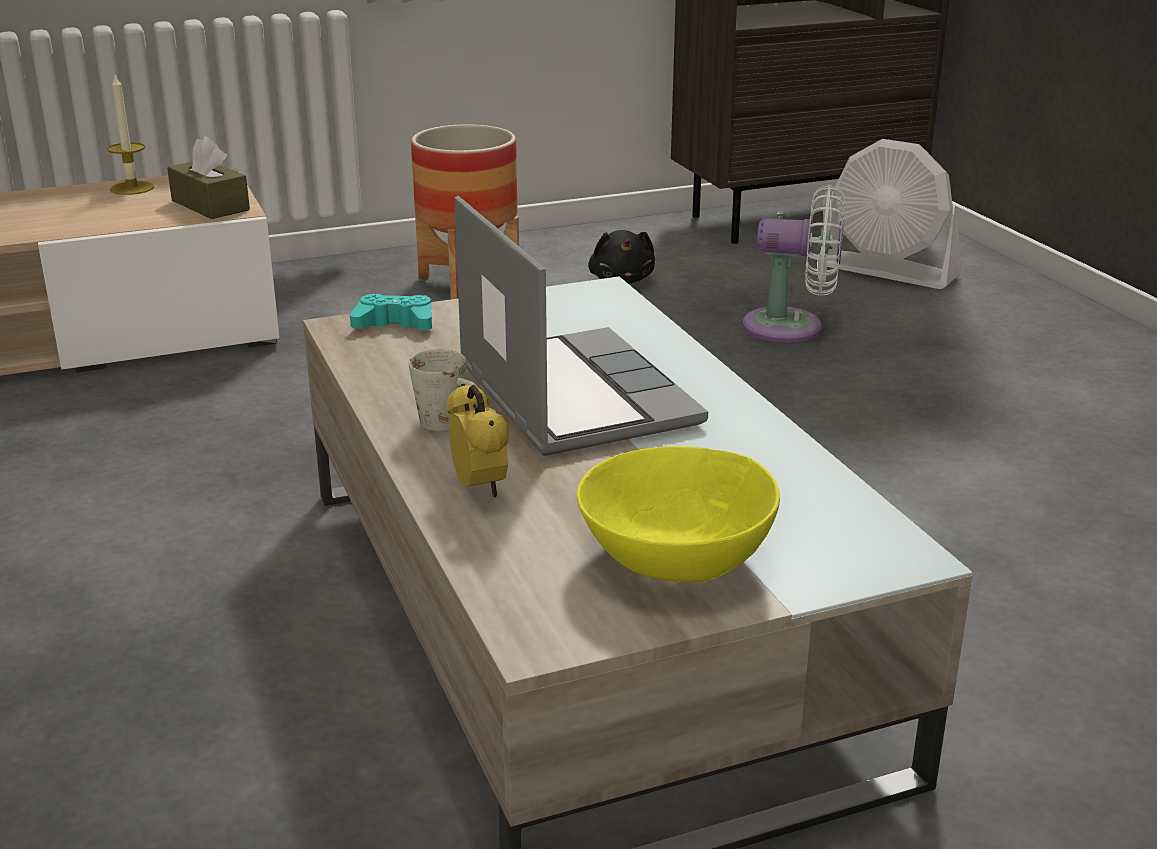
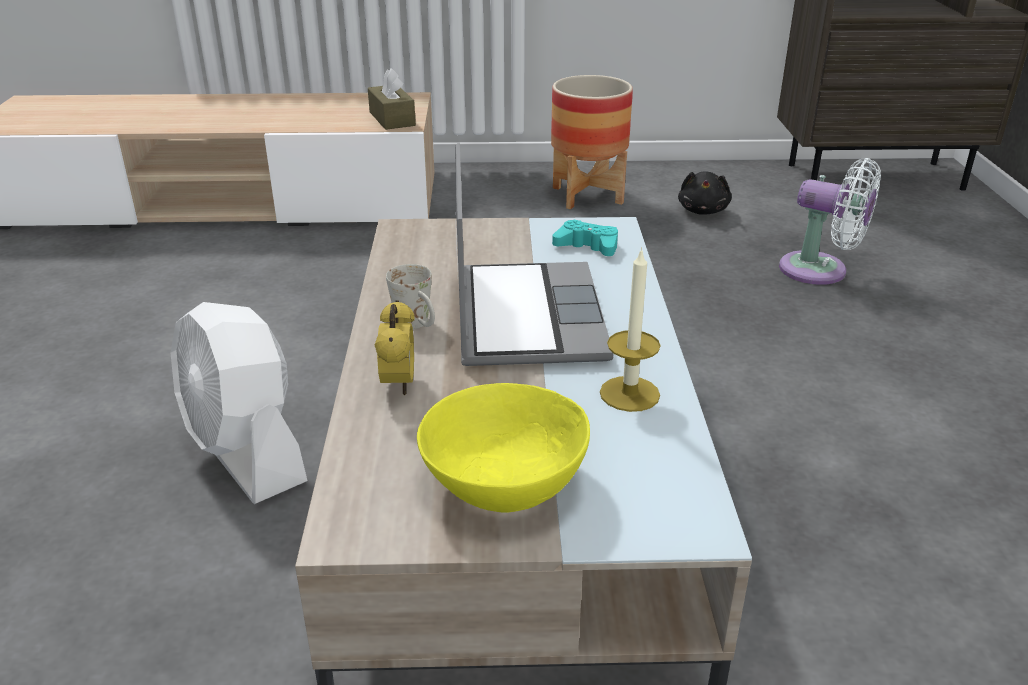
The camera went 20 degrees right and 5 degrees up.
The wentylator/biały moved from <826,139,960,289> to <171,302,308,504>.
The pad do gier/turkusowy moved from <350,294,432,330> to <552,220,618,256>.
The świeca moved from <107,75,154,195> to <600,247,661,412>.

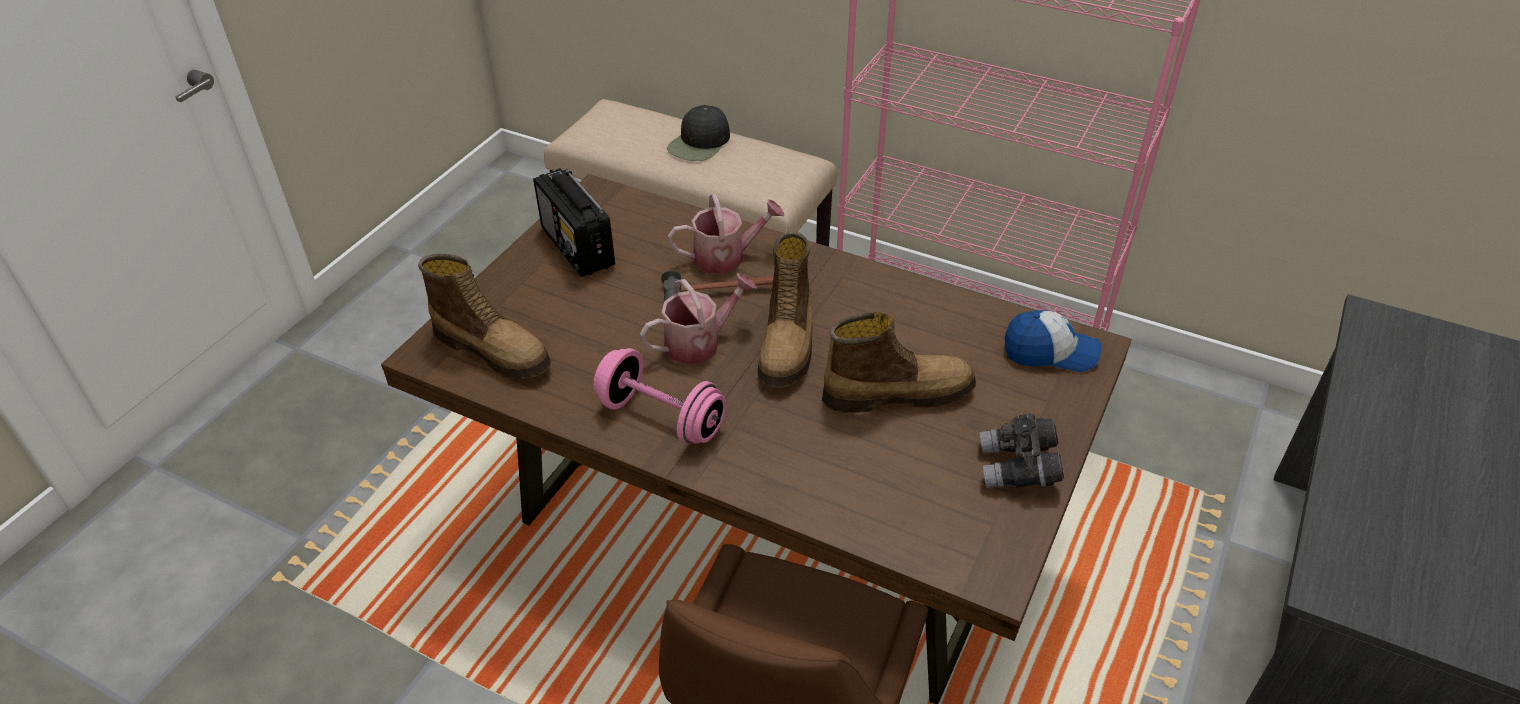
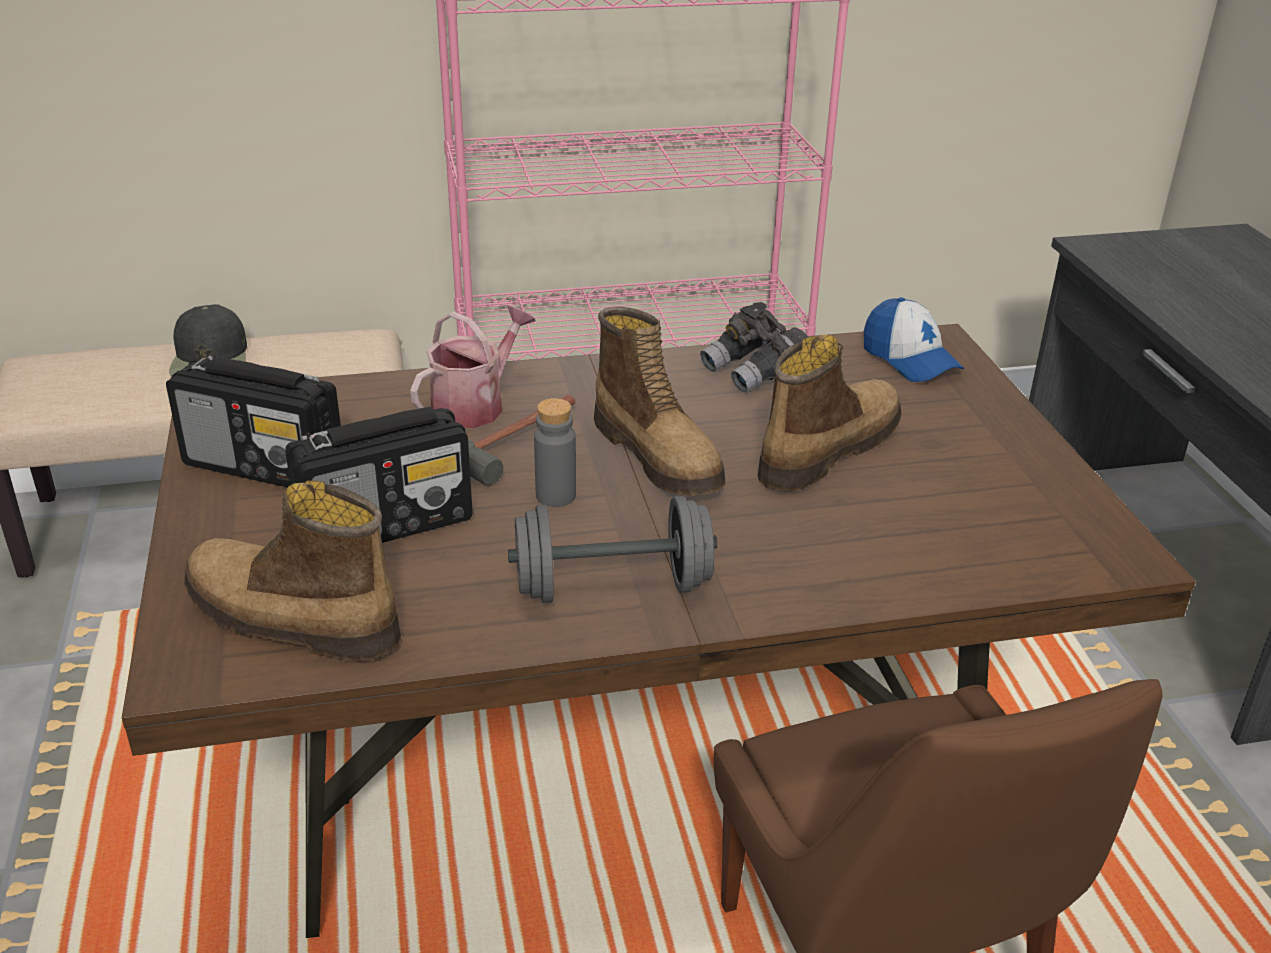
The camera went 40 degrees left and 10 degrees down.
The but z cholewką at <418,254,551,379> turned 150 degrees counterclockwise.
The radio at <285,407,473,543> appeared.
The hantel/różowy at <593,348,726,444> became the hantel/szary at <508,496,717,603>.
The konewka at <640,273,757,365> was replaced by the butelka/szary at <534,398,576,507>.
The lornetka/szary moved from <980,414,1064,488> to <700,302,808,393>.
The czapka z daszkiem at <1004,310,1101,372> turned 90 degrees clockwise.

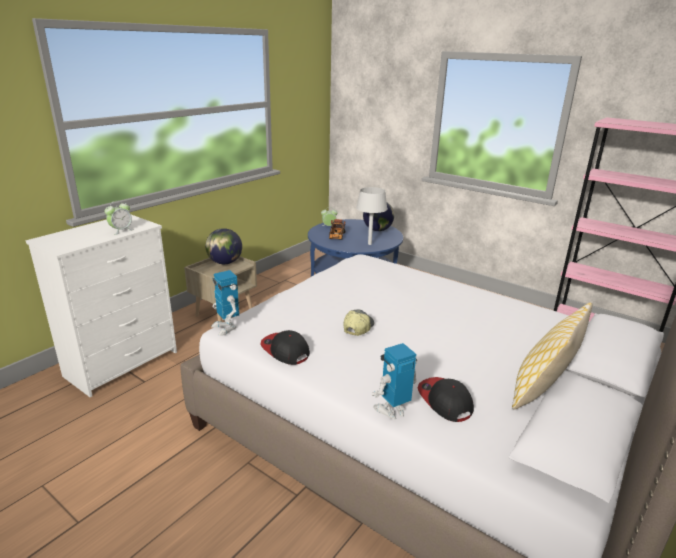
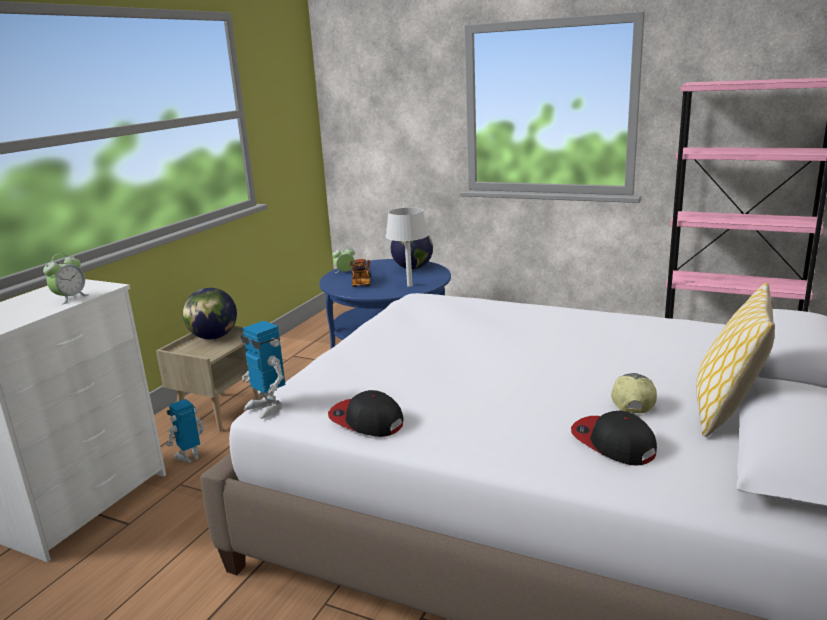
The camera went 10 degrees left and 5 degrees down.
The robot zabawkowy moved from <371,343,417,420> to <166,399,205,463>.
The czapka z daszkiem moved from <344,310,374,336> to <611,373,657,413>.

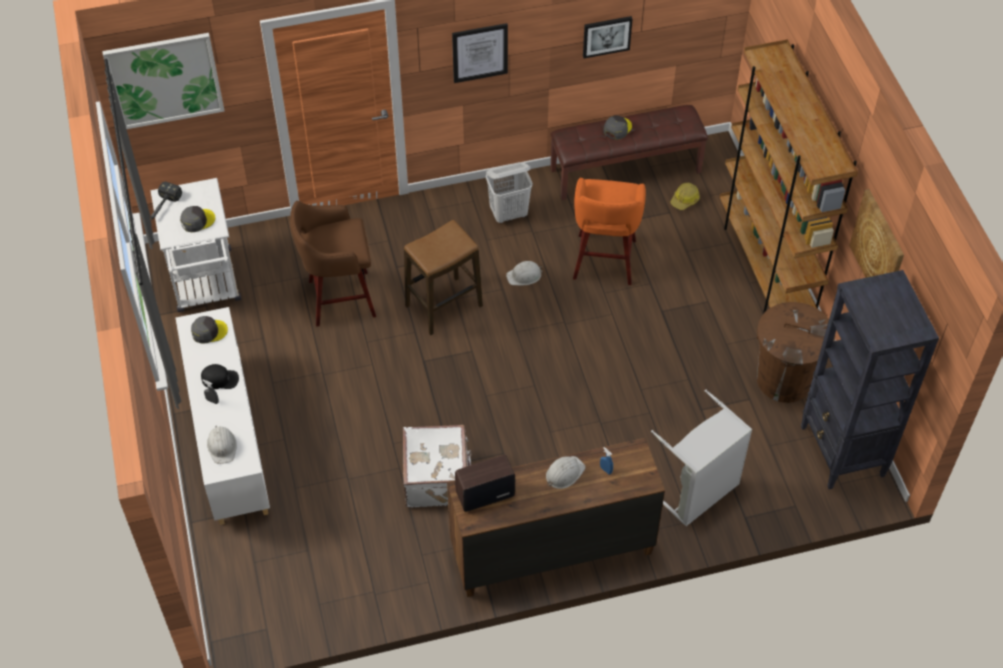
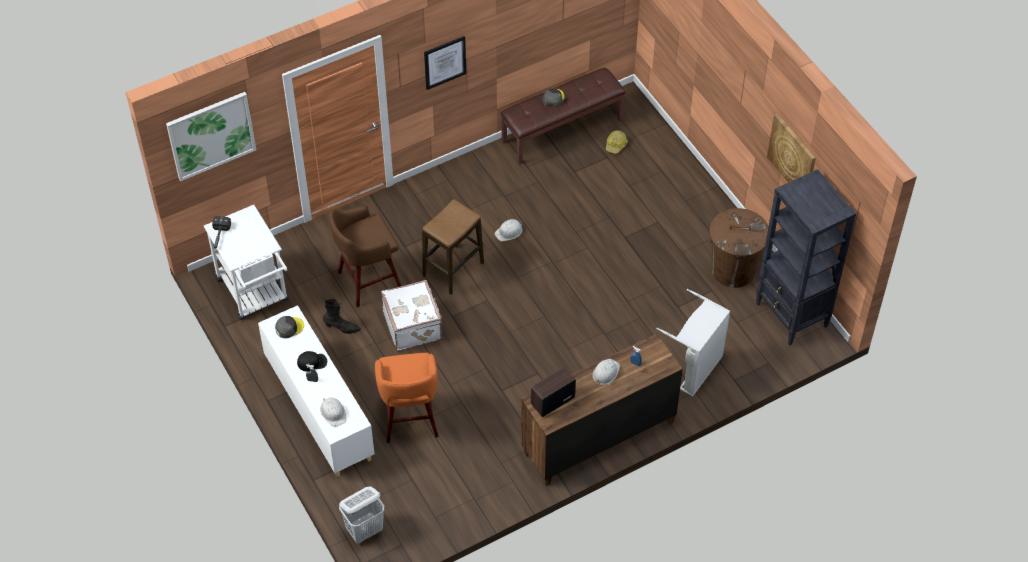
The camera went 15 degrees left and 0 degrees up.
The but z cholewką/czarny at <323,298,361,334> appeared.
The kosz na pranie/biały moved from <486,162,533,223> to <339,487,384,544>.
The stołek/pomarańczowy moved from <573,177,646,285> to <375,353,439,443>.
The walizka/biały moved from <403,425,472,508> to <381,280,442,351>.
The czapka z daszkiem/szary at <180,206,215,232> disappeared.
The obraz at <583,16,633,58> disappeared.
The regał/brązowy at <719,39,858,314> disappeared.

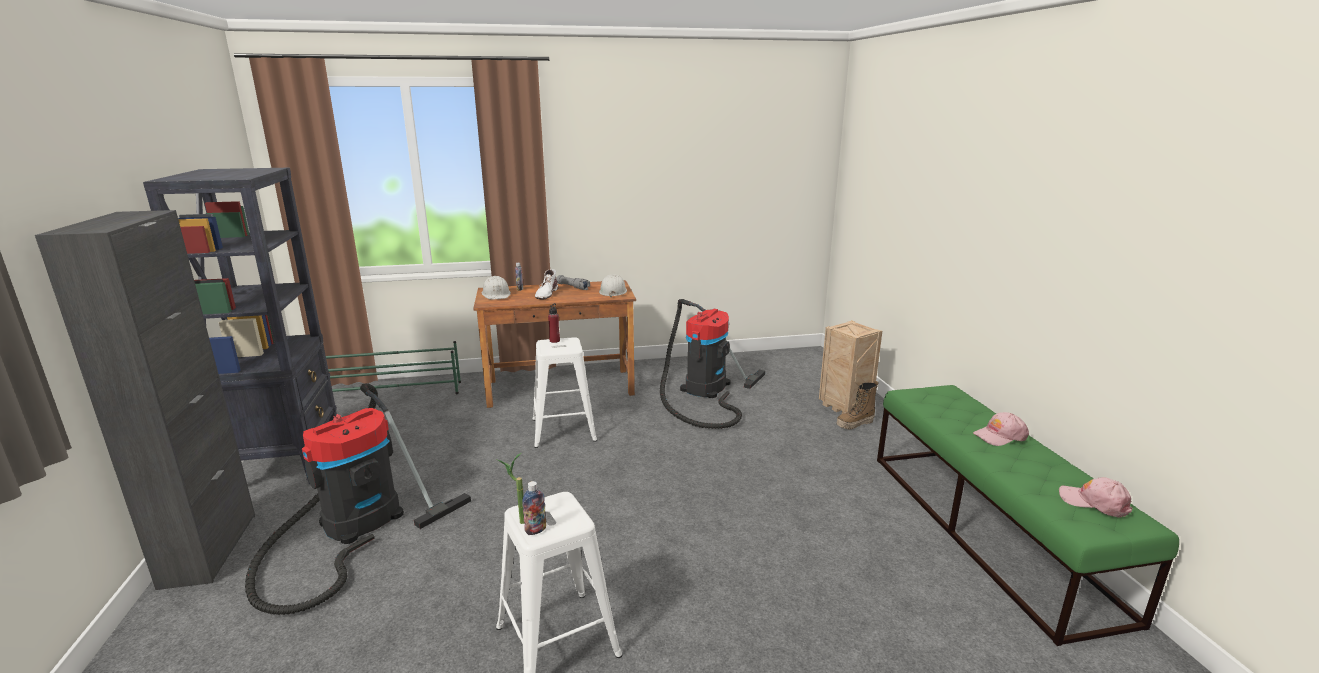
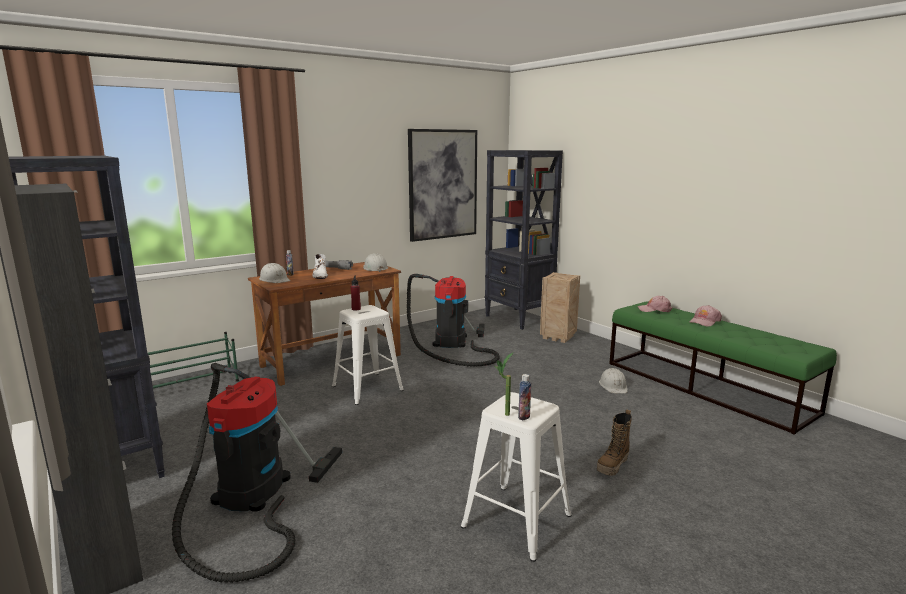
The camera went 25 degrees left and 5 degrees down.
The obraz at <408,129,477,242> appeared.
The regał/czarny at <485,150,563,330> appeared.
The but z cholewką moved from <836,380,878,429> to <597,409,632,476>.
The kask/biały at <599,368,628,394> appeared.
The czapka z daszkiem/różowy moved from <1059,477,1132,518> to <638,296,672,312>.

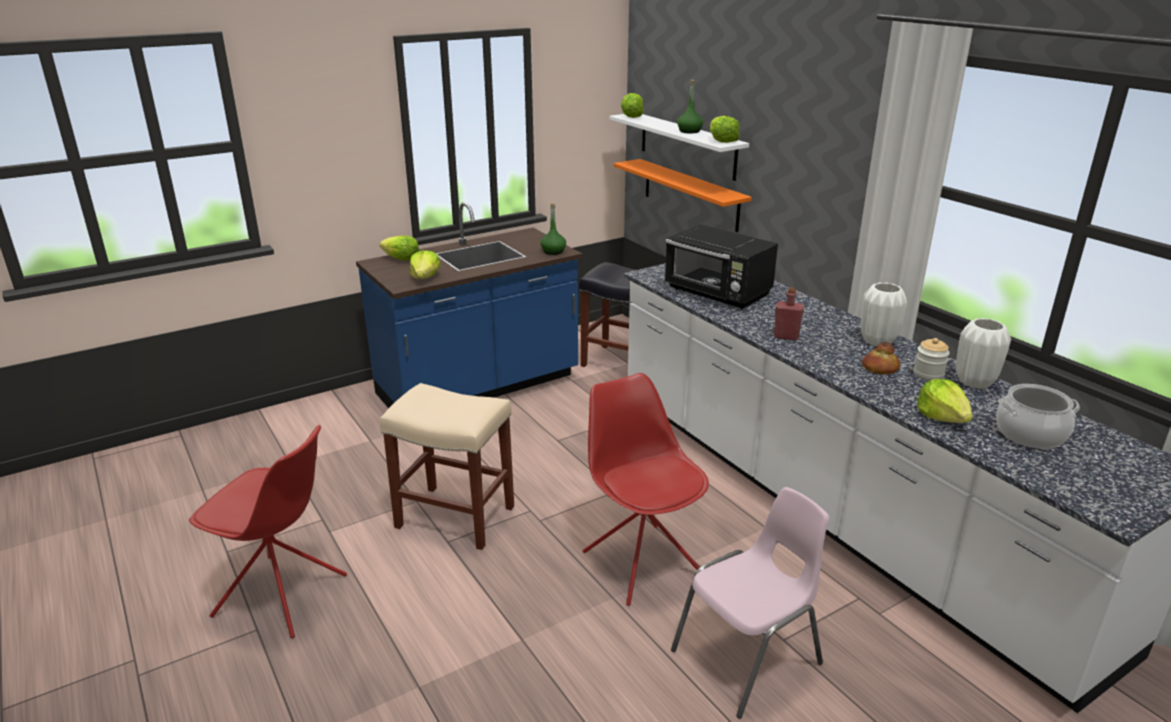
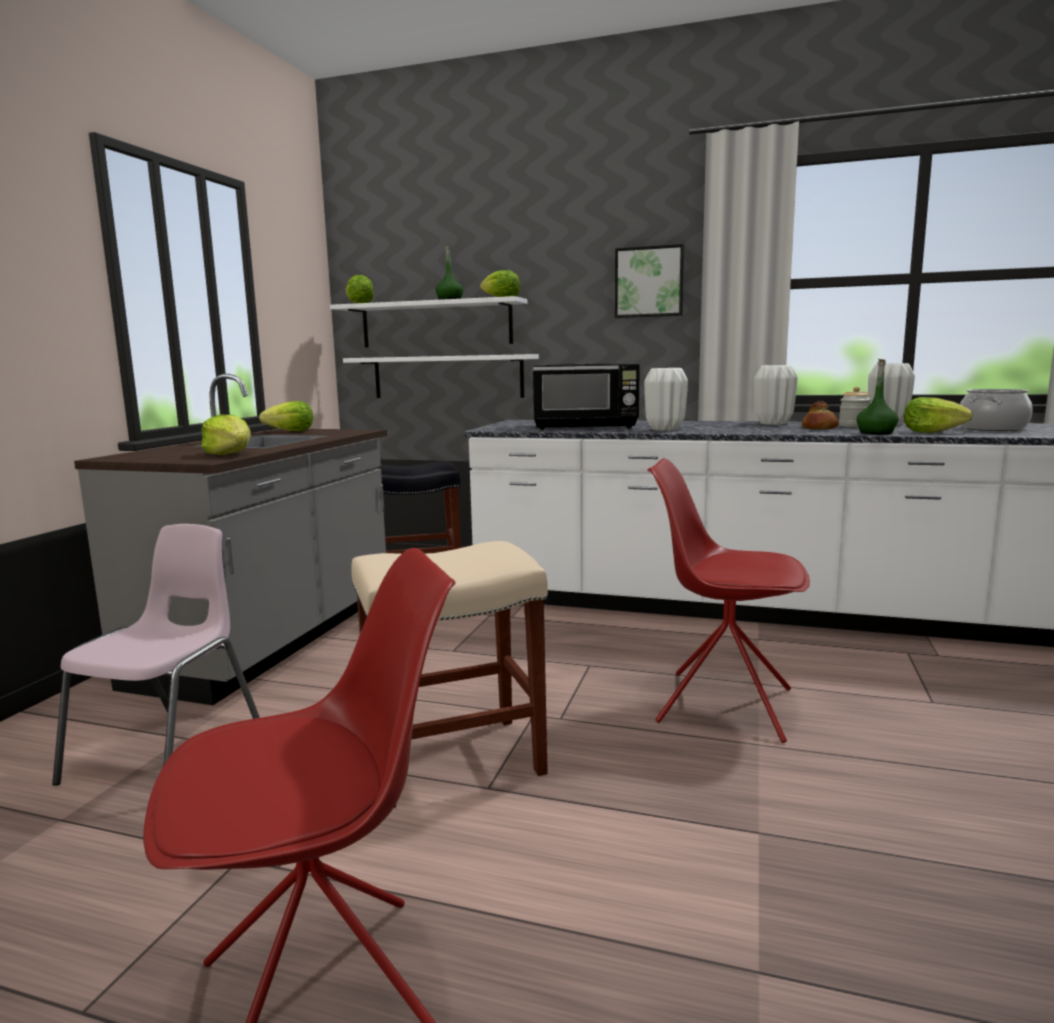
The camera went 40 degrees left and 15 degrees down.
The krzesło/różowy moved from <671,487,829,719> to <52,524,260,786>.
The zabudowa kuchenna/niebieski at <356,202,582,408> became the zabudowa kuchenna/szary at <74,374,387,705>.
The sałata moved from <379,235,419,261> to <259,401,313,431>.
The półka/pomarańczowy at <614,159,752,232> became the półka/biały at <343,354,539,398>.
The obraz at <615,244,684,318> appeared.
The wazon/biały at <644,368,688,431> appeared.
The butelka/zielony moved from <540,203,566,255> to <856,359,899,435>.
The butelka/czerwony at <774,287,804,341> disappeared.

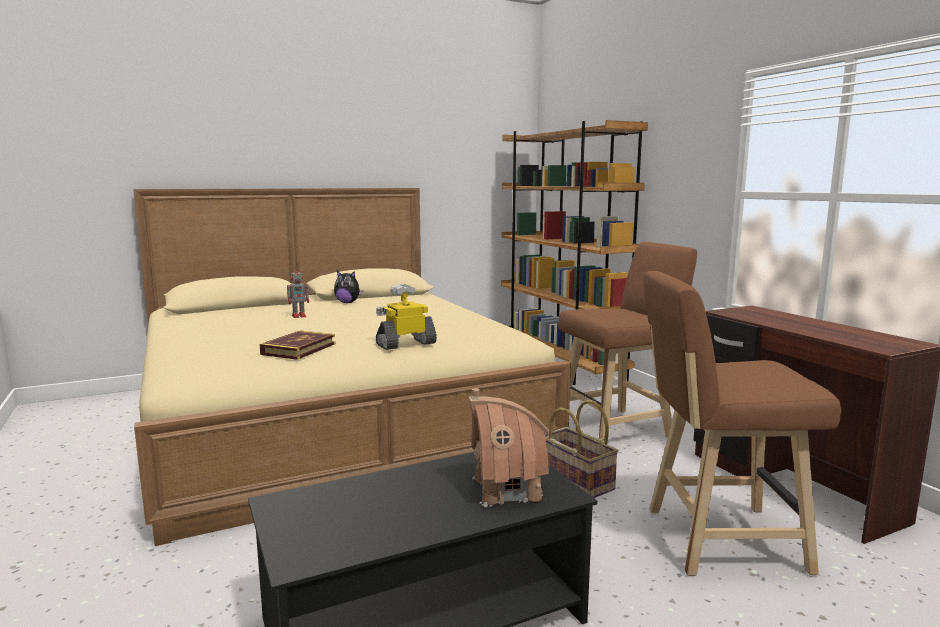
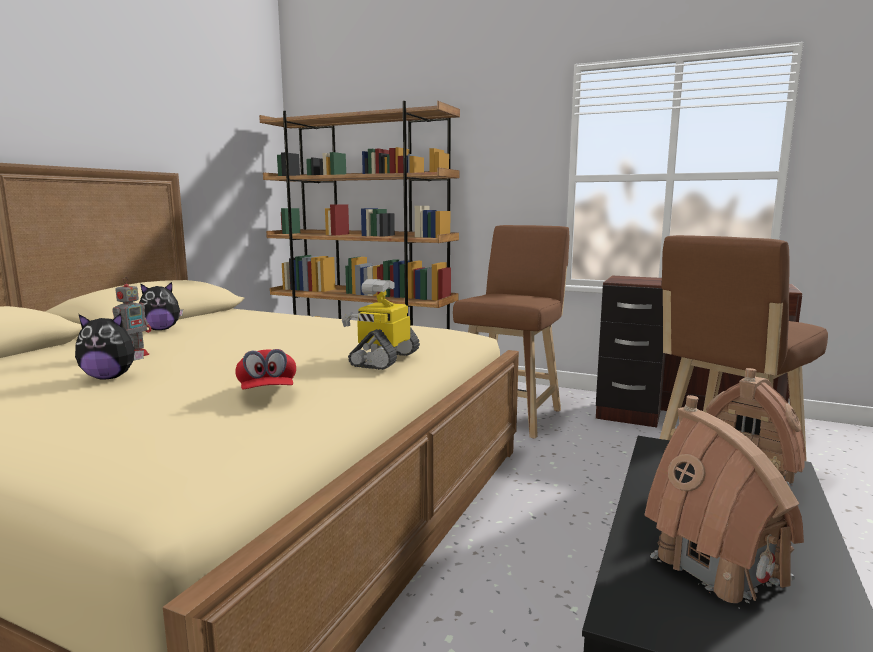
The camera went 40 degrees left and 0 degrees up.
The pluszak at <75,313,144,379> appeared.
The książka at <260,330,335,360> was replaced by the czapka z daszkiem/czerwony at <236,349,296,390>.
The domek at <644,395,804,609> appeared.
The koszyk at <545,400,619,498> disappeared.

